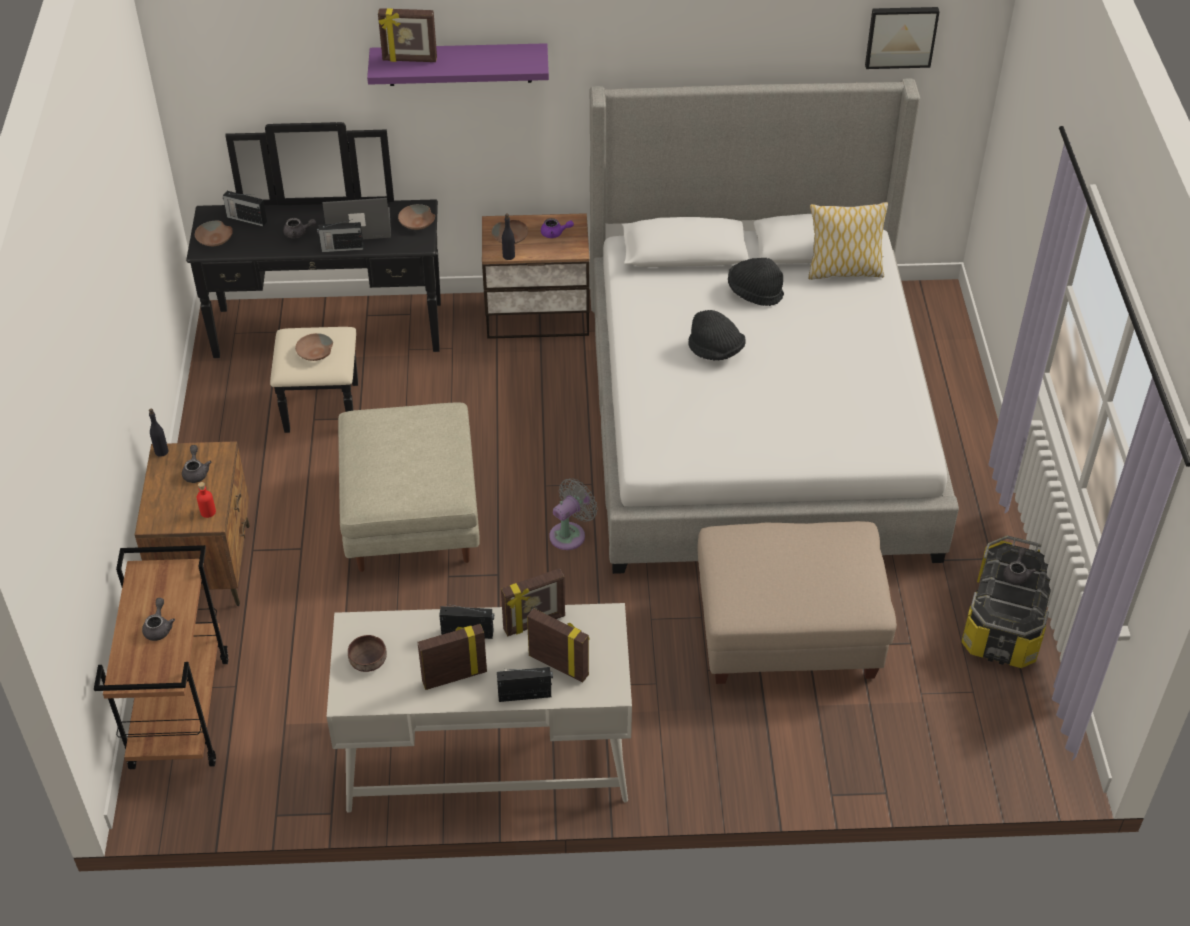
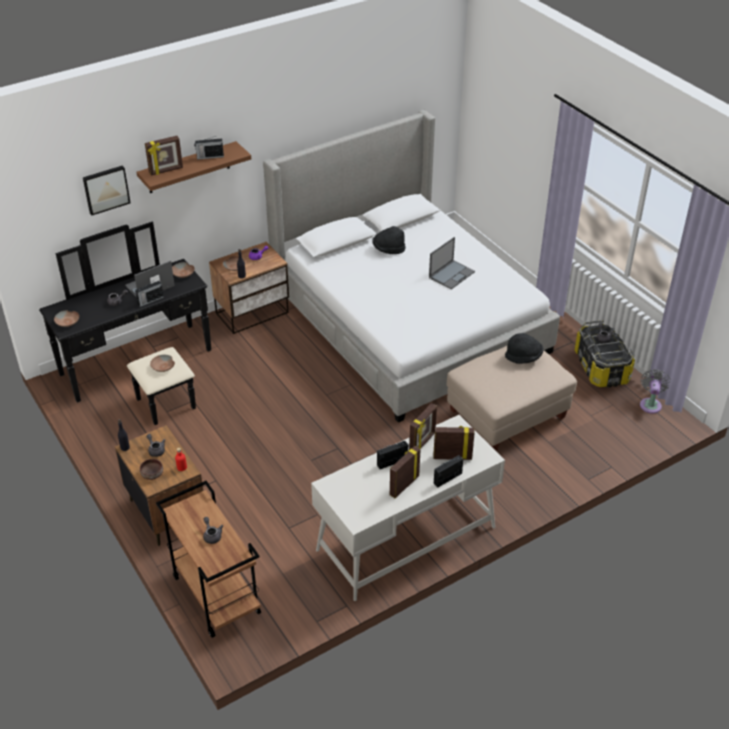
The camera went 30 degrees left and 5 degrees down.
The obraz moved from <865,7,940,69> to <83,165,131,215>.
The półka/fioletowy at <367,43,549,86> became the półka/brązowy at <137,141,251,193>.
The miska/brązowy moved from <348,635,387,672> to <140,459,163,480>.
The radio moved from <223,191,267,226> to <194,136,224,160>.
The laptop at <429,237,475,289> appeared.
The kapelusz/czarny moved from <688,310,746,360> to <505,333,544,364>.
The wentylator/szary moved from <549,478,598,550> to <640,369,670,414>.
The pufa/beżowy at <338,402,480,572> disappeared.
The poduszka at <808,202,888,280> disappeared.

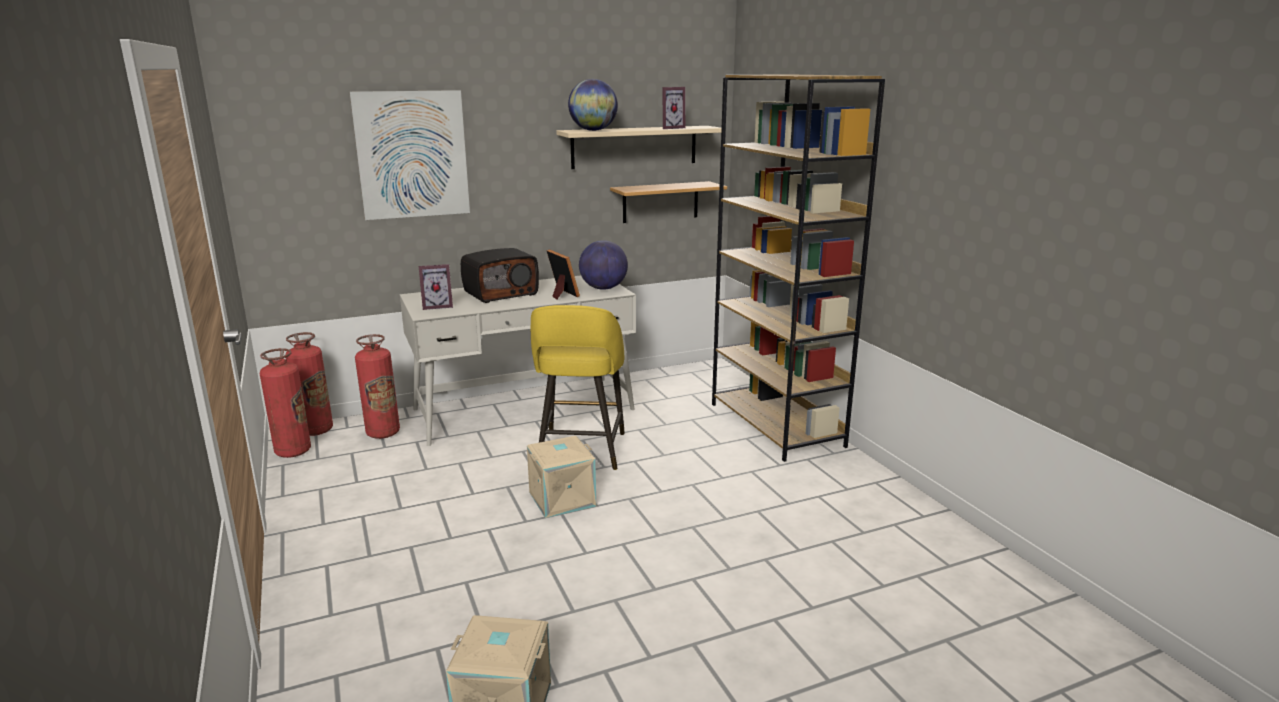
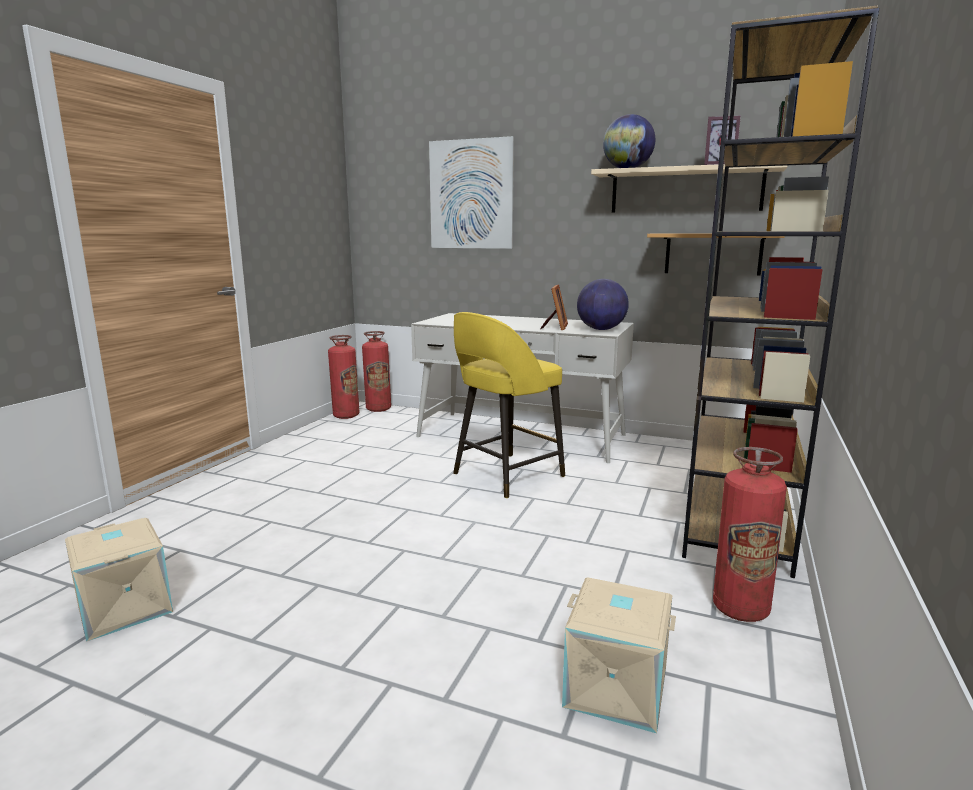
The camera went 45 degrees right and 5 degrees down.
The pojemnik do przechowywania/beżowy moved from <527,436,596,518> to <562,577,676,733>.
The gaśnica moved from <355,334,400,439> to <713,447,787,622>.
The ramka na zdjęcie at <419,264,453,310> disappeared.
The radio at <461,248,539,303> disappeared.

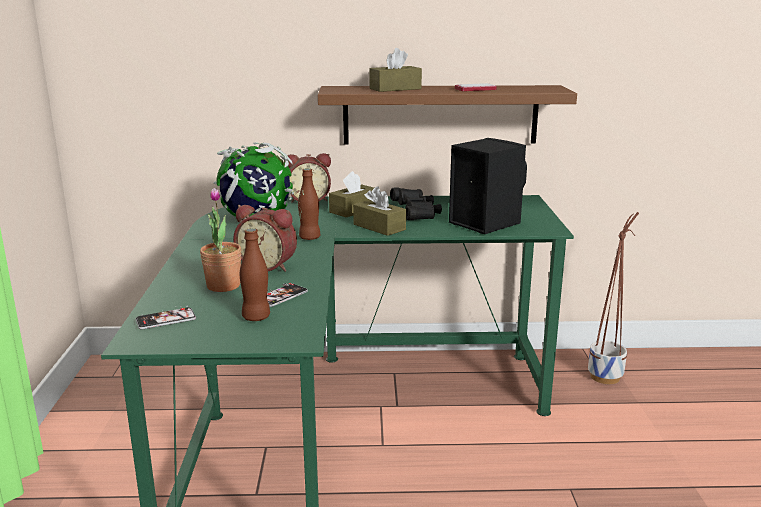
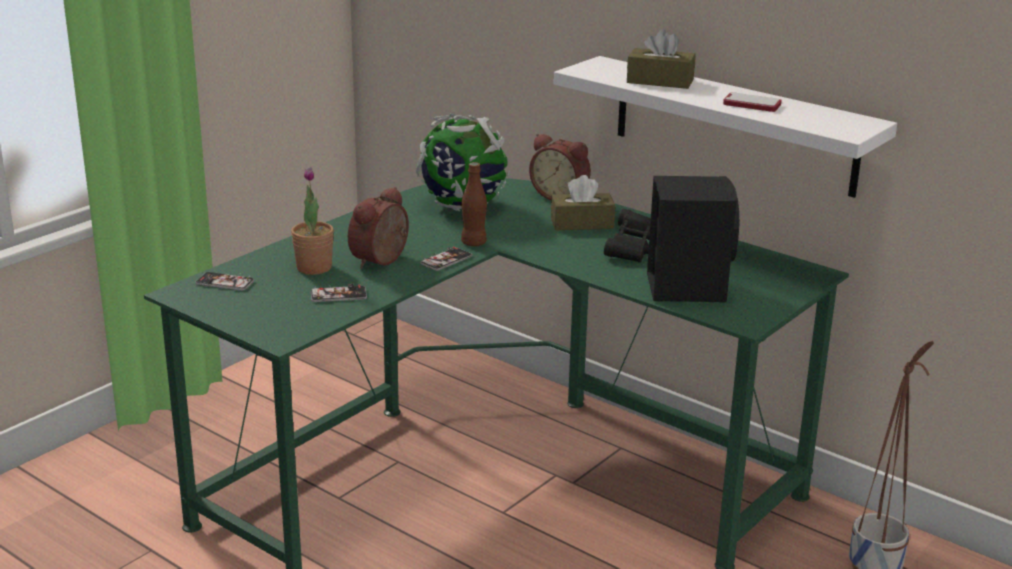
The camera went 40 degrees right and 5 degrees up.
The budzik at <233,205,297,272> turned 60 degrees clockwise.
The telefon at <420,247,472,271> appeared.
The półka/brązowy at <318,85,577,144> became the półka/biały at <554,56,897,198>.
The butelka/brązowy at <240,228,270,321> disappeared.
The pudełko chusteczek/brązowy at <353,186,406,236> disappeared.

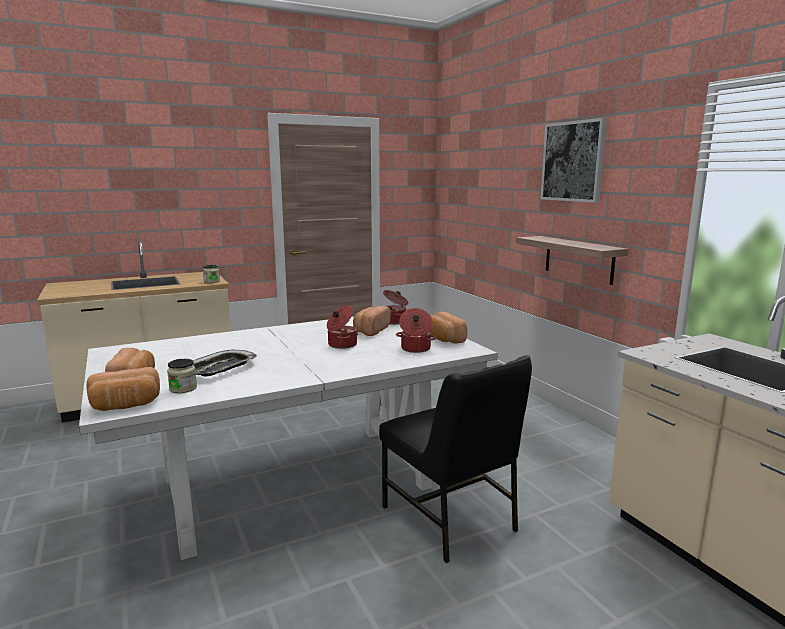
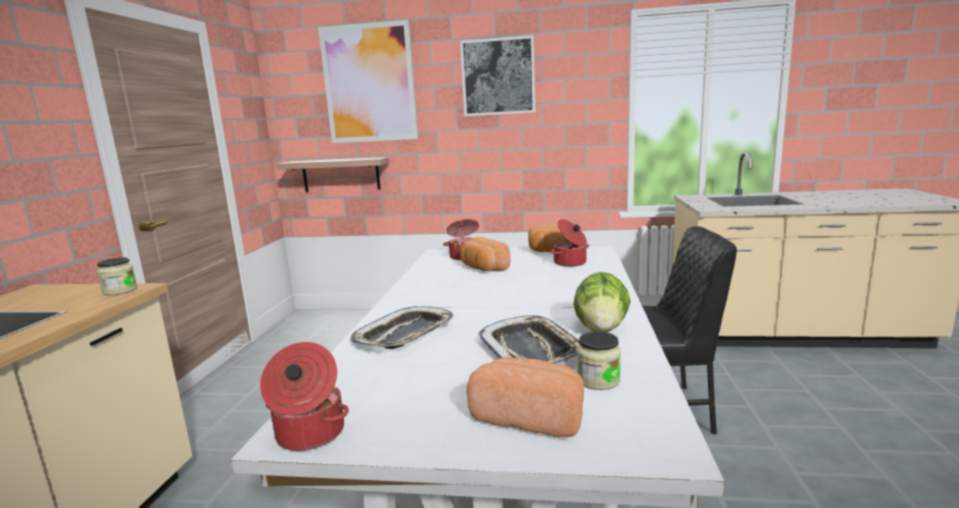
The camera went 55 degrees left and 0 degrees up.
The garnek moved from <327,306,358,349> to <260,342,349,451>.
The półka moved from <516,236,628,285> to <277,157,389,192>.
The obraz at <318,20,418,143> appeared.
The taca at <350,306,454,349> appeared.
The sałata at <573,272,631,332> appeared.
The chleb at <86,367,160,411> disappeared.

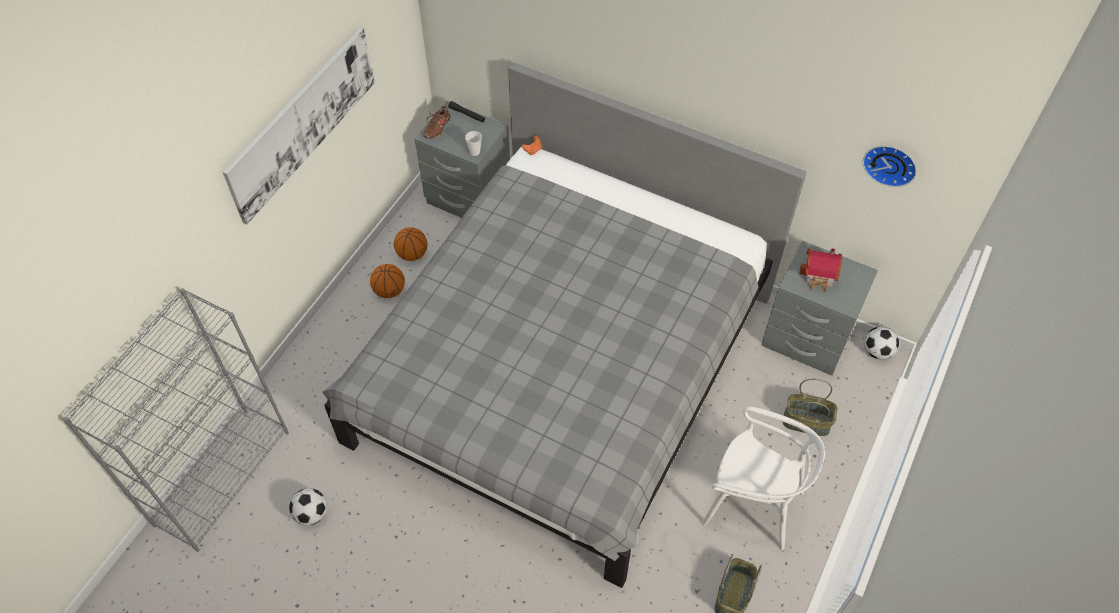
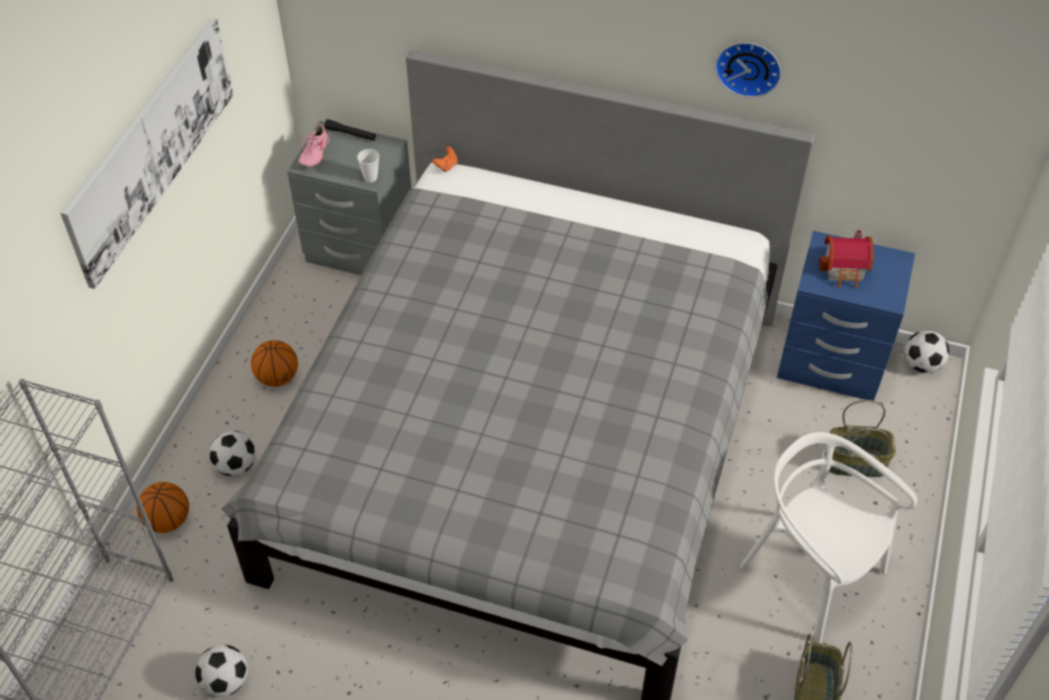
The camera went 10 degrees left and 5 degrees down.
The piłka do koszykówki moved from <394,227,428,261> to <137,482,189,533>.
The piłka futbolowa at <209,431,255,476> appeared.
The but/brązowy at <423,105,451,139> became the but/różowy at <298,124,330,168>.
The zegar ścienny moved from <863,146,917,187> to <715,42,781,98>.
The krzesło/biały at <701,406,825,550> turned 150 degrees counterclockwise.
The szafka nocna/szary at <761,240,878,376> became the szafka nocna/niebieski at <777,231,915,401>.

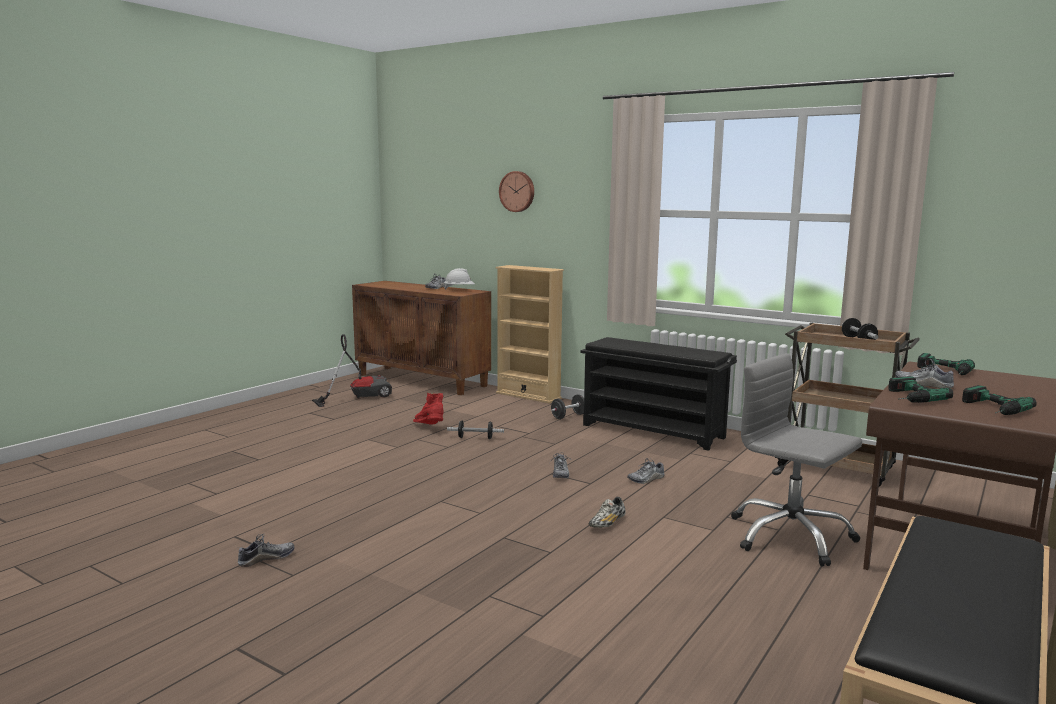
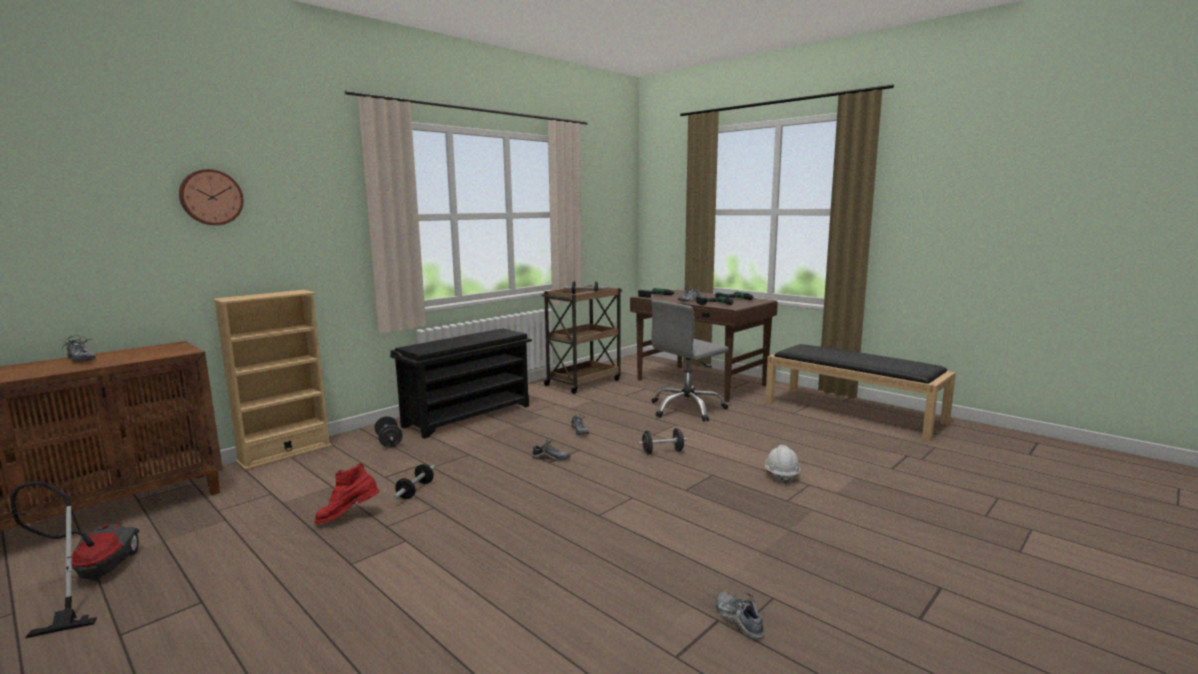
The camera went 80 degrees left and 0 degrees up.
The but at <589,497,626,528> was replaced by the hantel/czarny at <638,428,687,455>.
The kask/biały moved from <443,268,475,289> to <765,445,801,484>.

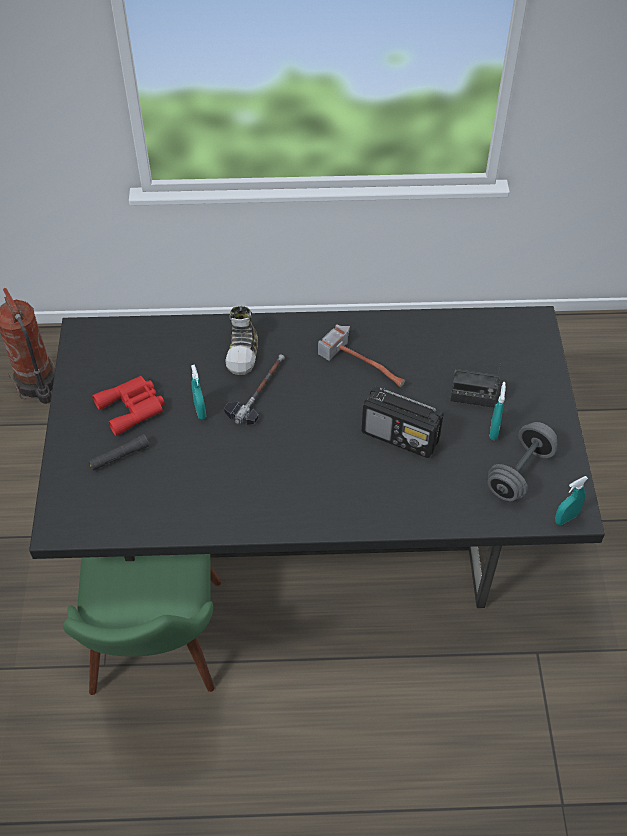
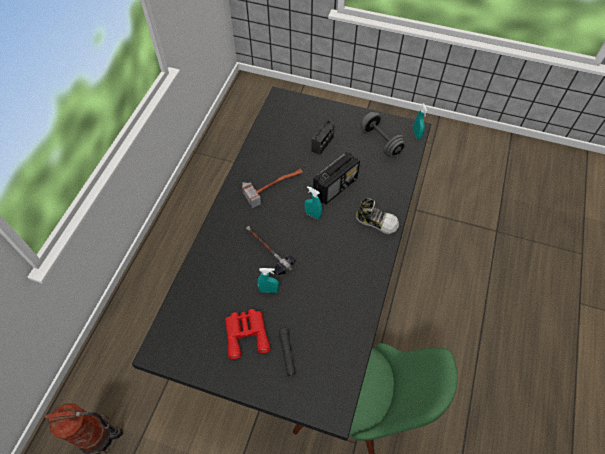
The camera went 70 degrees left and 5 degrees up.
The spryskiwacz/turkusowy moved from <489,382,506,440> to <305,186,322,219>.
The but moved from <225,306,258,375> to <356,198,399,235>.

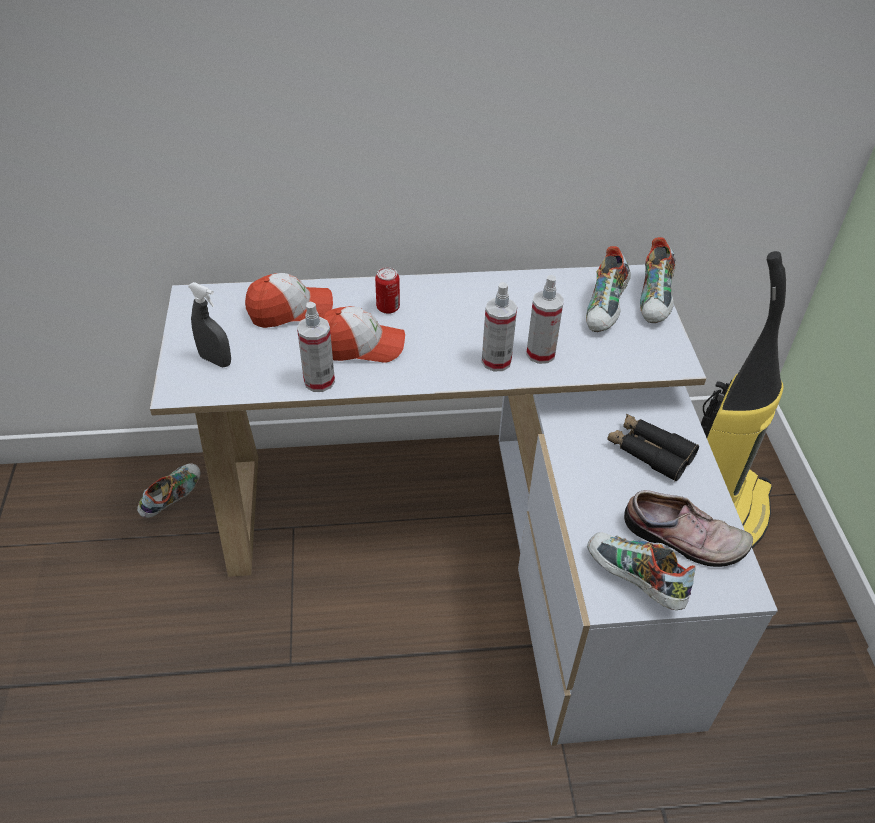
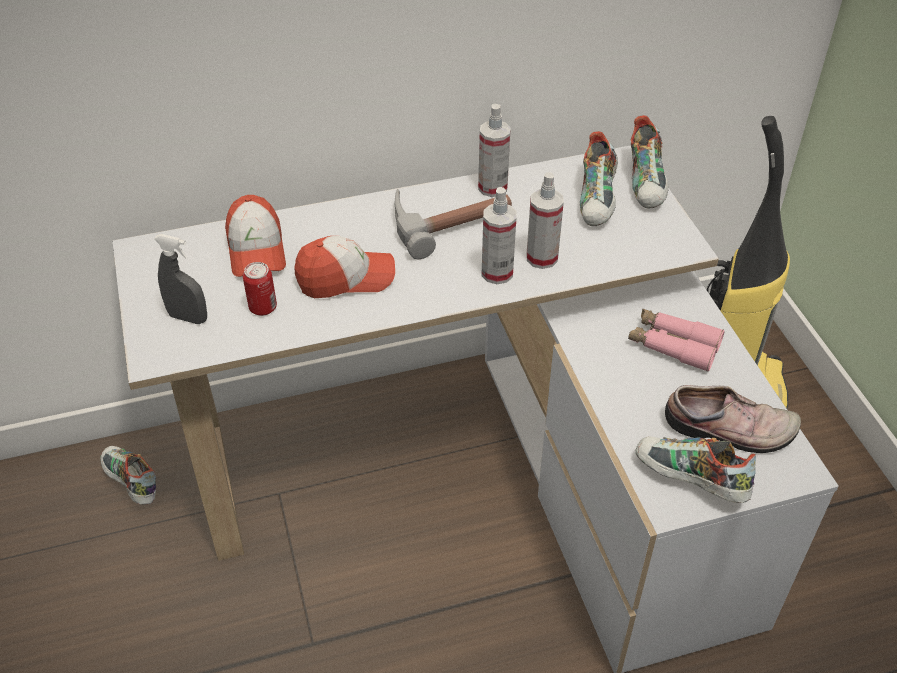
The camera went 10 degrees left and 0 degrees up.
The but at <137,463,201,518> turned 60 degrees counterclockwise.
The czapka z daszkiem at <245,273,333,328> turned 105 degrees clockwise.
The puszka moved from <375,267,400,314> to <243,262,277,316>.
The młotek at <395,189,512,260> appeared.
The spryskiwacz moved from <297,302,335,392> to <478,104,511,197>.
The lornetka/czarny at <607,414,699,481> became the lornetka/różowy at <628,308,725,372>.

